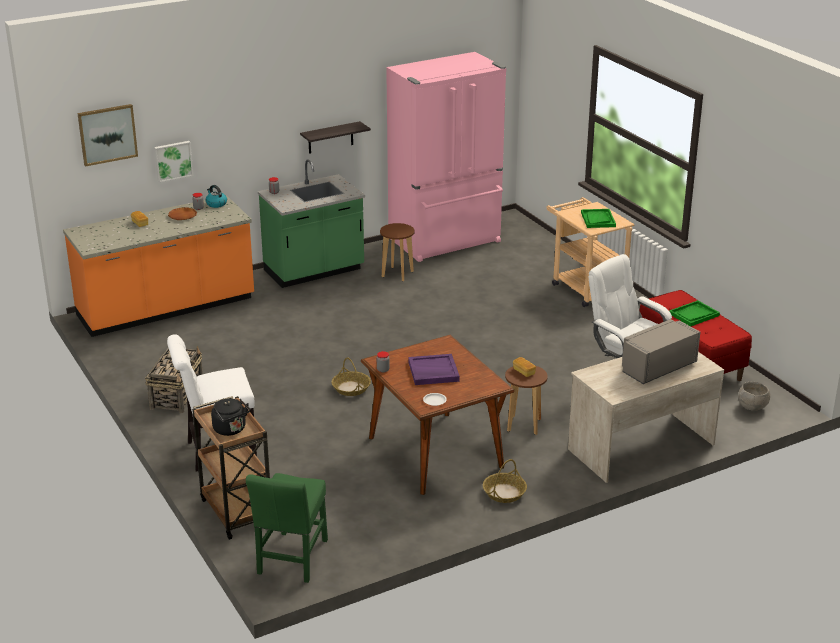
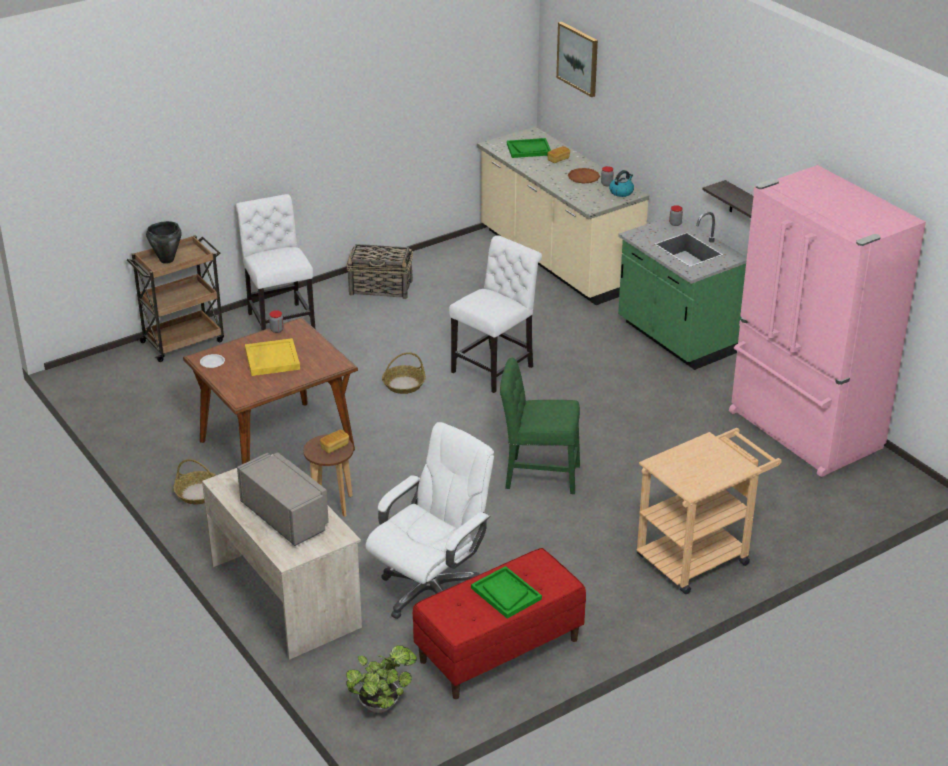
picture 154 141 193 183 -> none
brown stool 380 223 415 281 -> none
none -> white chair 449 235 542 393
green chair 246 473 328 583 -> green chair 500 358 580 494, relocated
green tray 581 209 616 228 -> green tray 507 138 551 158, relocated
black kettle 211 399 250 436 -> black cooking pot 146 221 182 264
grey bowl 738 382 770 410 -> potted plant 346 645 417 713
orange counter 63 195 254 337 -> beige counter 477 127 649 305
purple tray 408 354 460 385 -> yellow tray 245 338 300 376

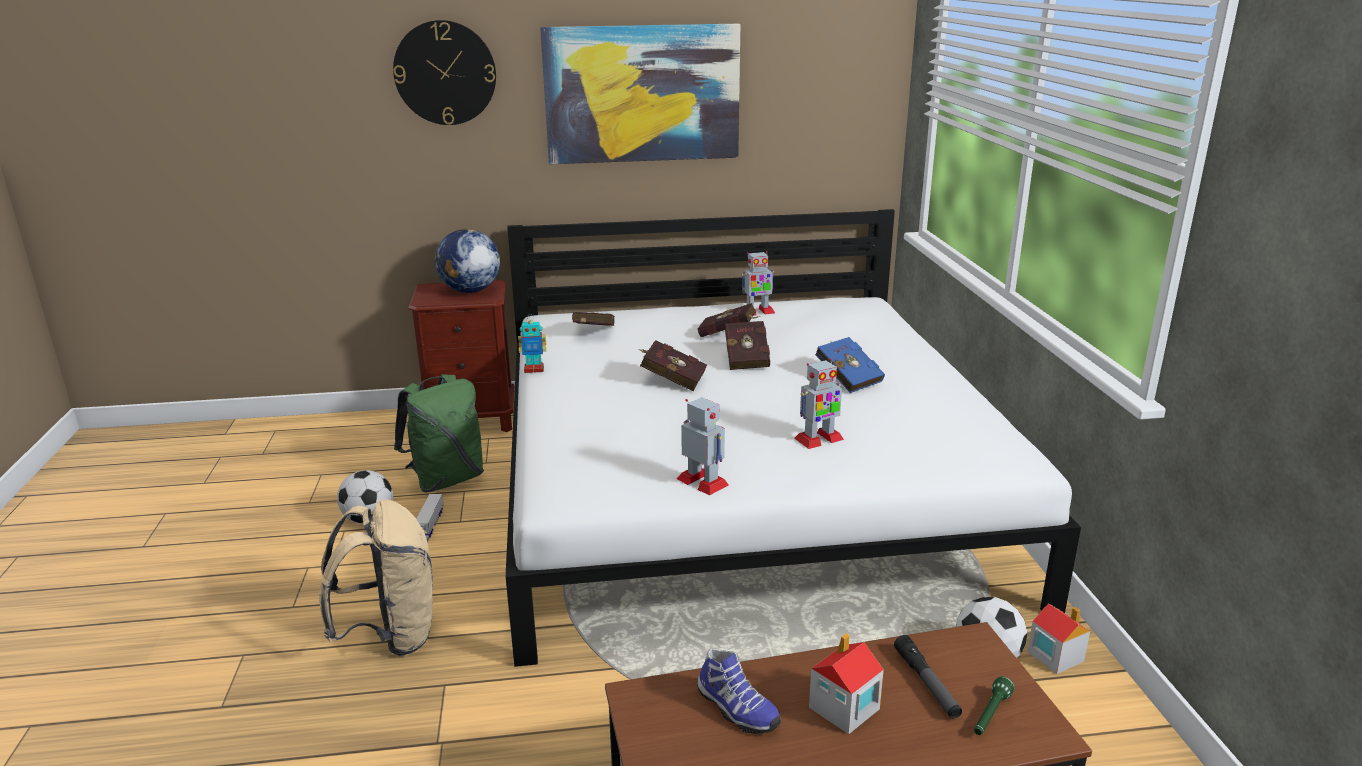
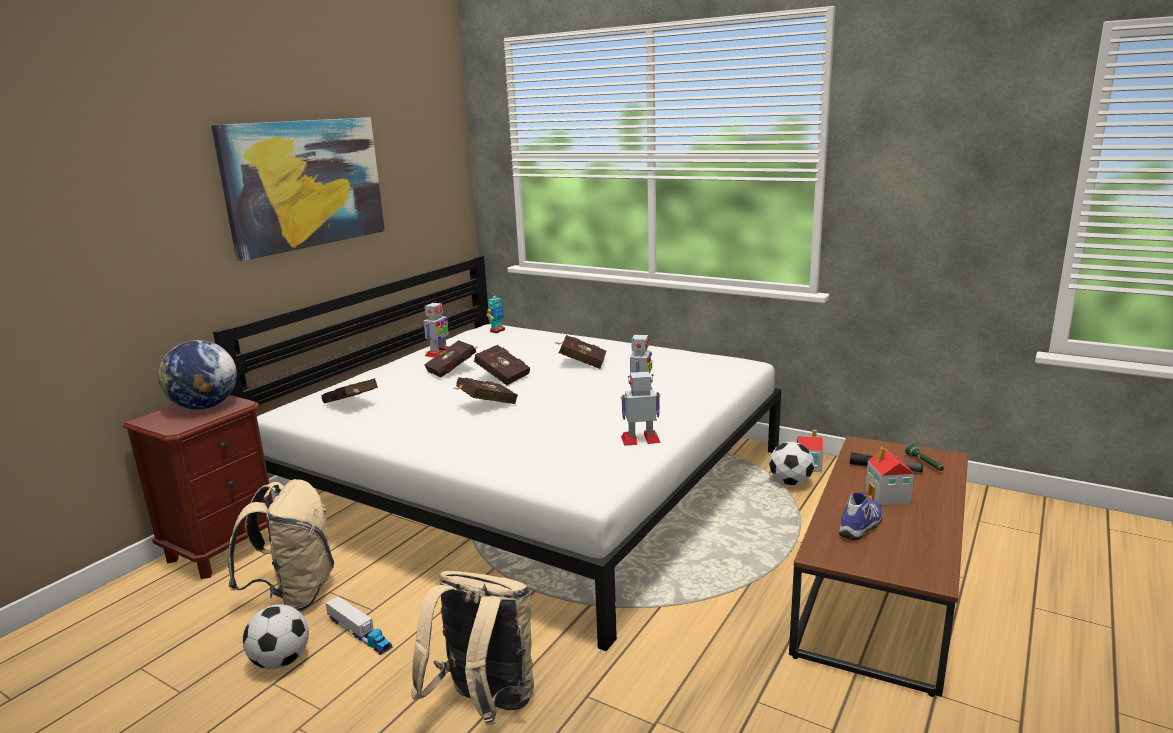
wall clock 393 20 496 125 -> none
toy robot 518 314 546 373 -> toy robot 487 292 505 333, relocated
green backpack 394 374 484 492 -> beige backpack 228 479 334 611
blue book 815 337 885 393 -> red book 555 335 606 369
shoe 697 649 781 734 -> shoe 839 492 882 540, 45 degrees counterclockwise

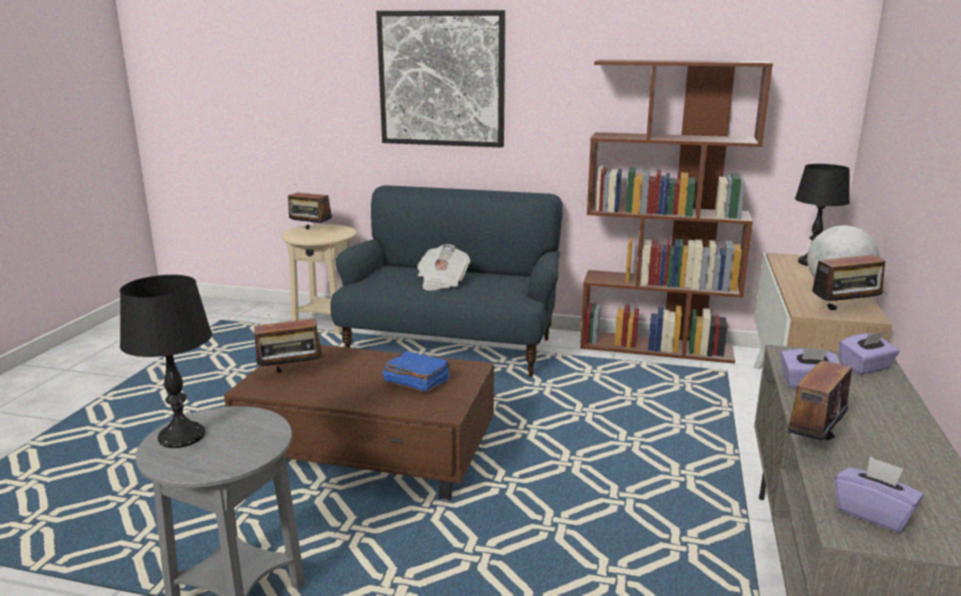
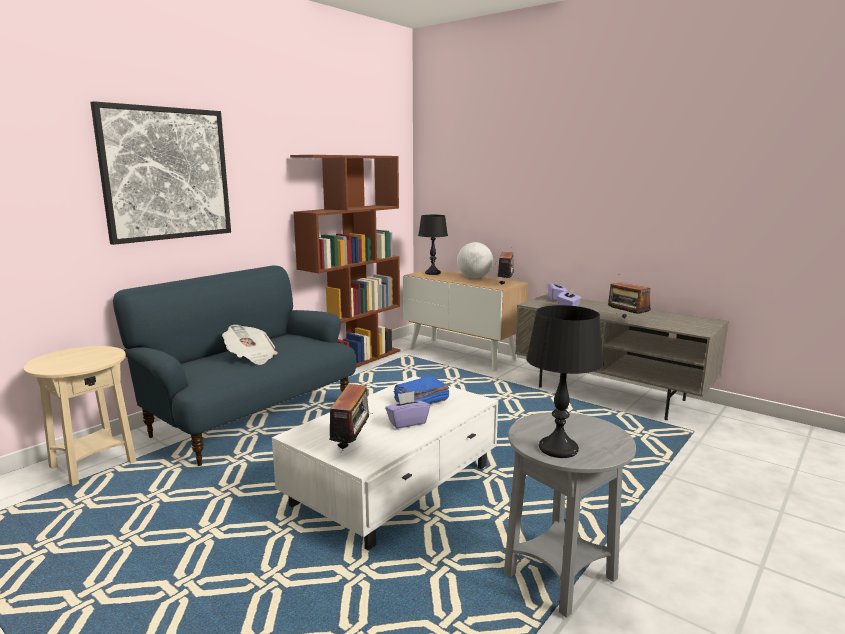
radio 288 184 332 229 -> none
purple tissue box 835 456 924 533 -> purple tissue box 385 391 430 429, relocated
brown coffee table 224 345 494 500 -> white coffee table 272 376 498 551

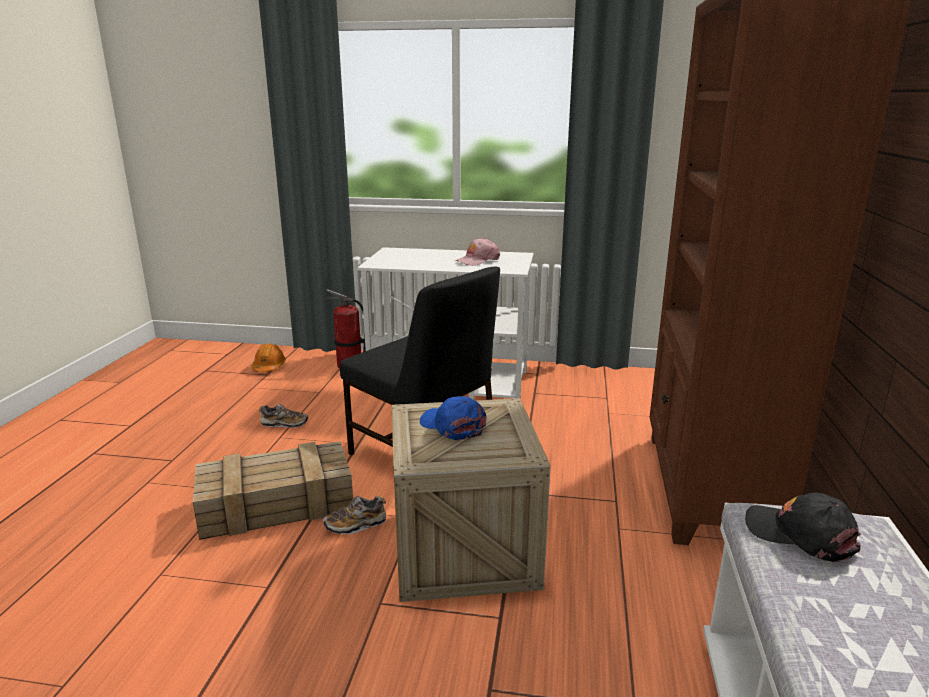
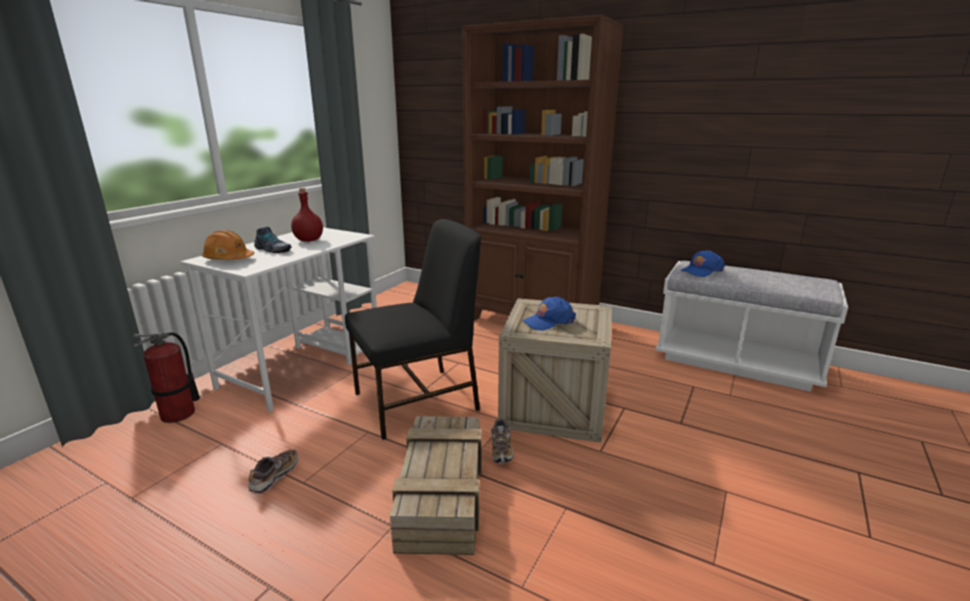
none -> shoe 254 227 291 253
orange hard hat 252 343 286 372 -> orange hard hat 202 230 254 260, relocated
pink cap 455 238 500 266 -> red bottle 291 188 323 242
black cap 745 492 861 562 -> blue cap 680 250 725 277

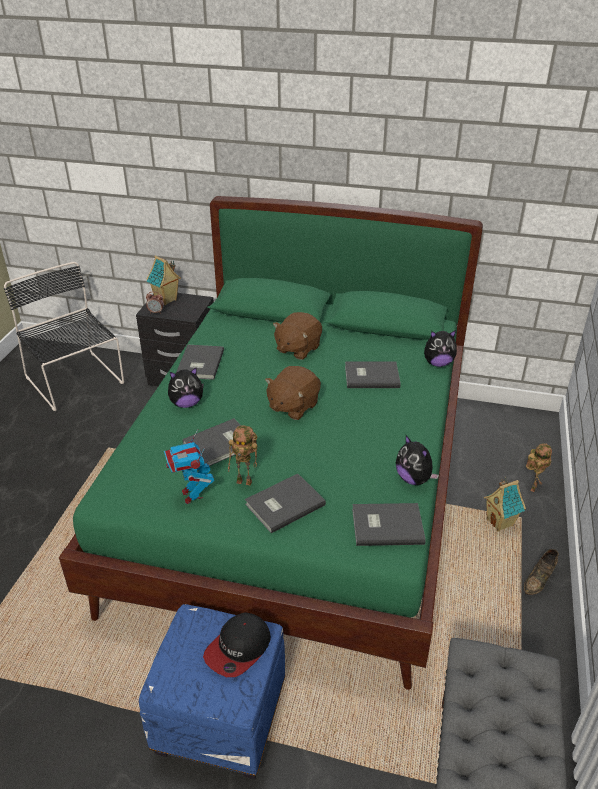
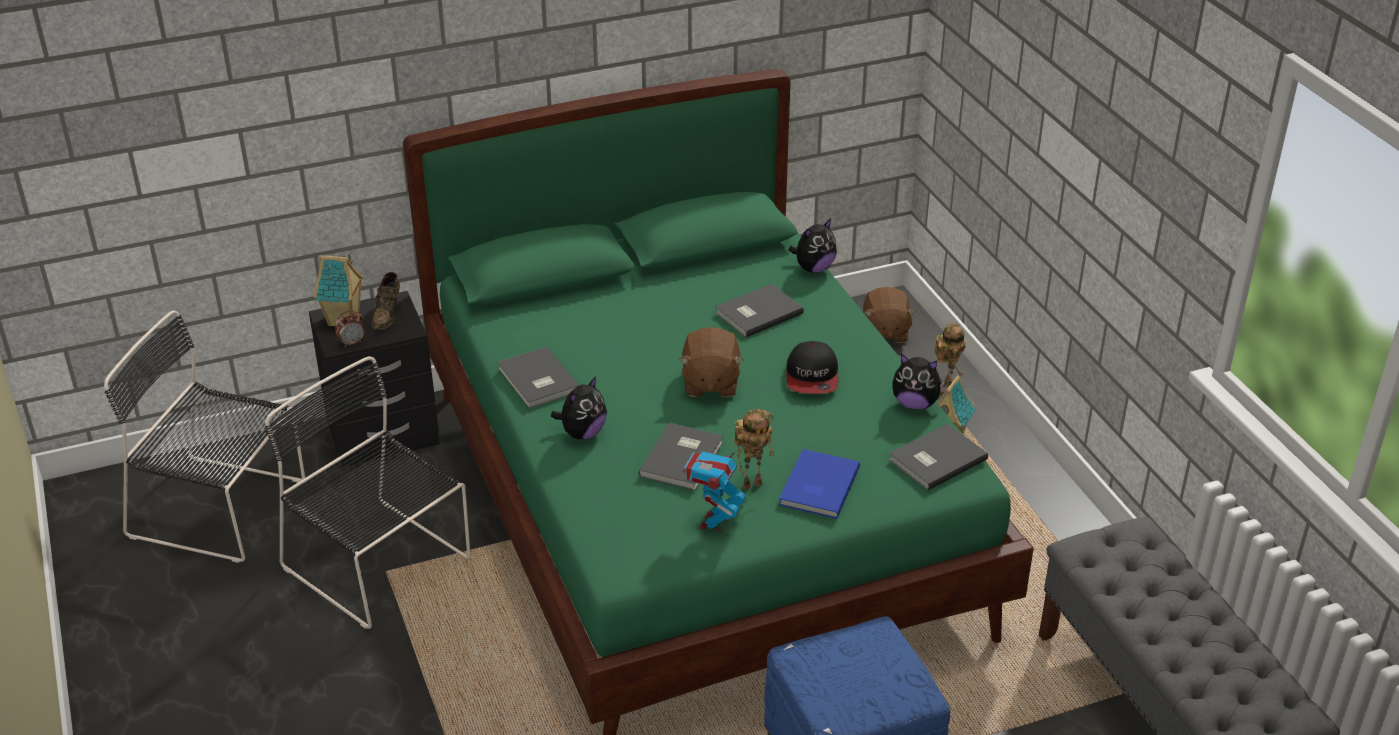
none -> black chair 265 356 471 629
cap 203 612 271 677 -> cap 787 341 838 394, relocated
brown plush toy 273 312 322 360 -> brown plush toy 863 287 916 343, relocated
brown shoe 524 549 559 595 -> brown shoe 372 272 400 331, relocated
grey book 245 474 326 533 -> blue book 779 449 860 519
toy robot 164 430 214 504 -> toy robot 683 445 746 532, 75 degrees clockwise

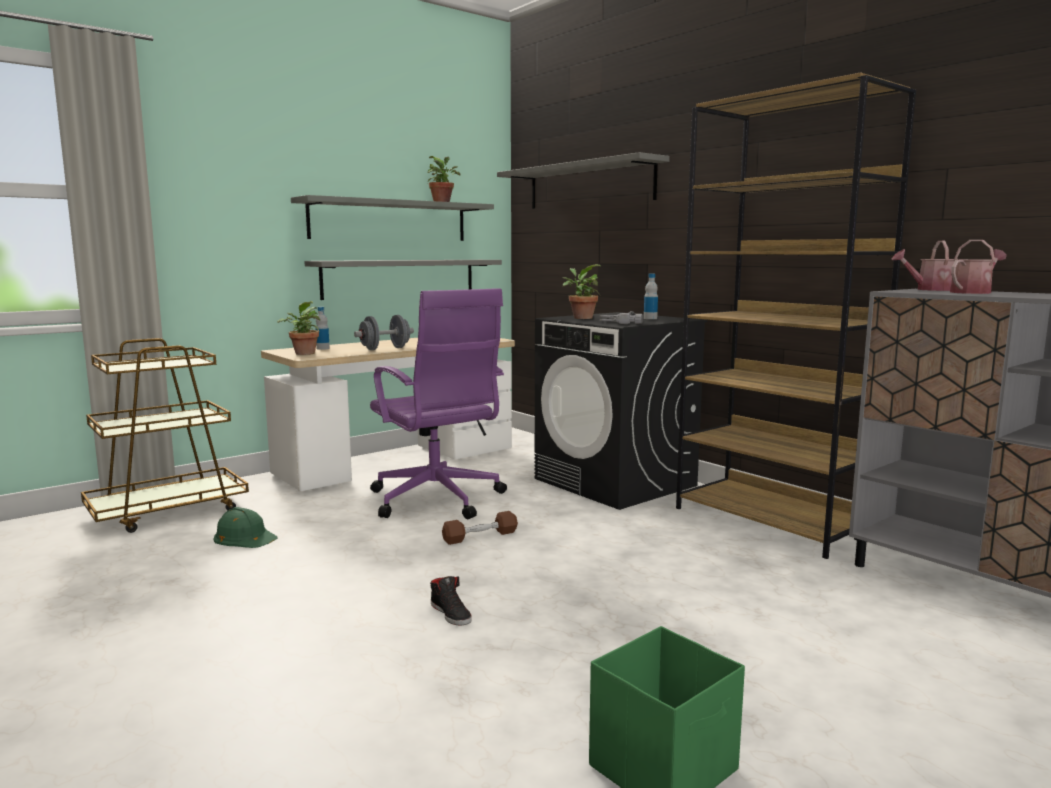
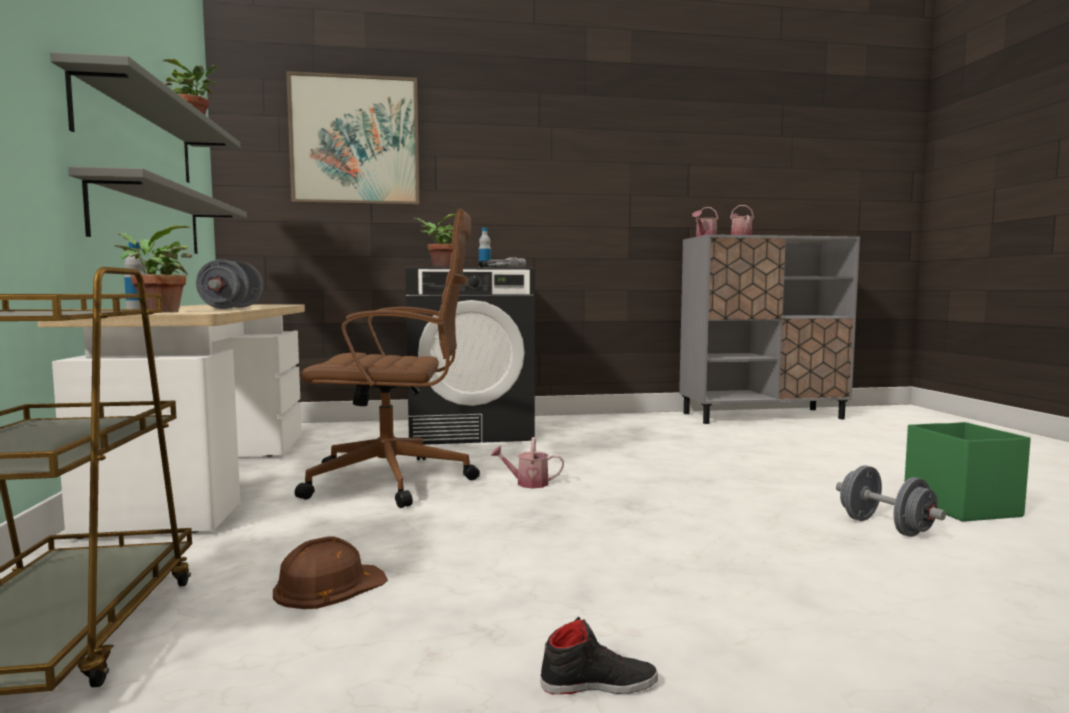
brown bookcase 676 72 916 559 -> none
none -> grey dumbbell 836 465 946 537
black shoe 430 576 472 625 -> black shoe 540 617 658 694, relocated
brown dumbbell 442 511 518 545 -> watering can 490 437 564 489
grey shelf 497 152 670 209 -> picture 286 71 419 205
green hard hat 214 507 277 548 -> brown hard hat 273 536 388 609
purple office chair 370 288 507 519 -> brown office chair 295 209 480 508

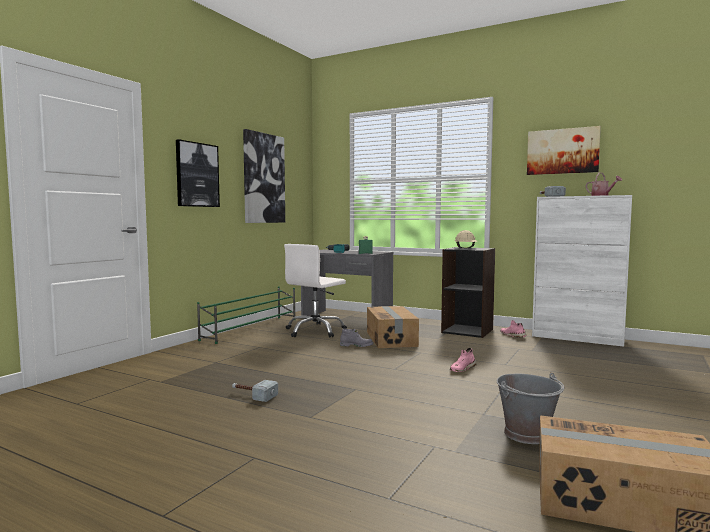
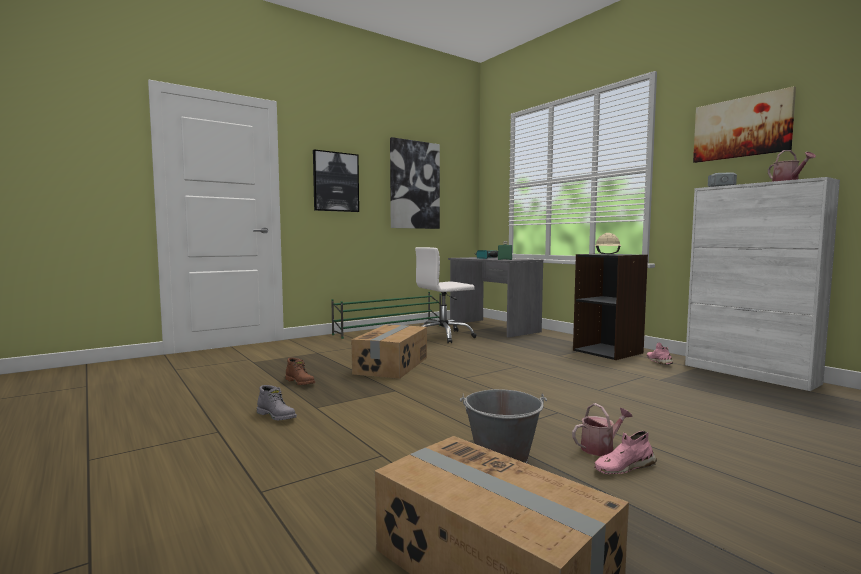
none -> watering can 572 403 633 456
grey boot 340 329 373 347 -> grey boot 257 385 297 420, relocated
cardboard box 367 306 419 348 -> cardboard box 351 325 427 379, relocated
pink shoe 450 348 476 372 -> pink shoe 594 431 657 474, relocated
hammer 232 380 278 402 -> brown boot 285 358 315 385

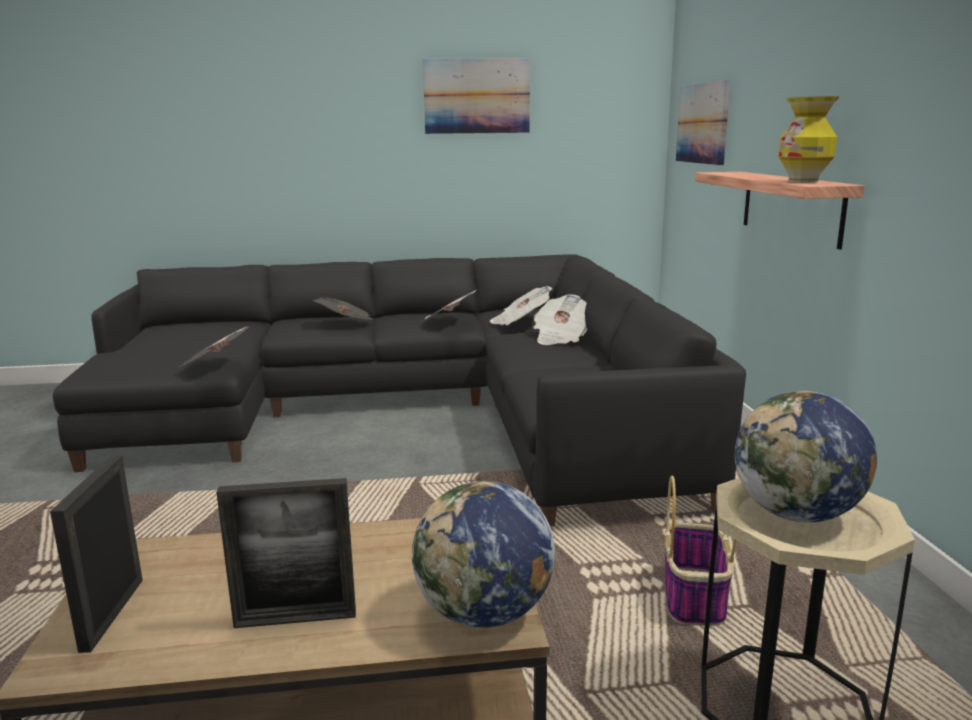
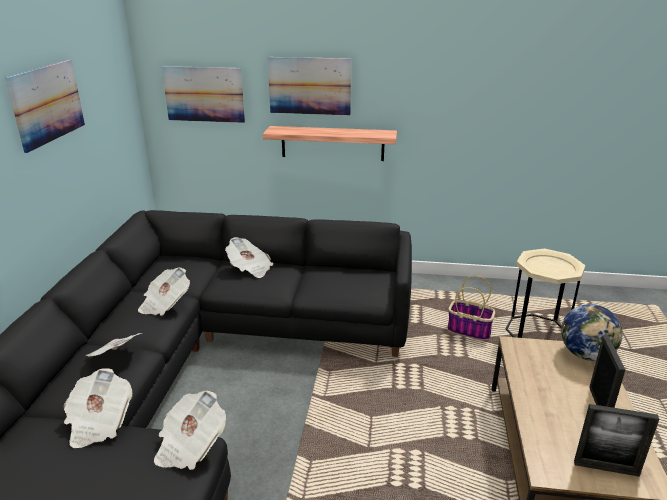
globe 735 391 877 522 -> none
vase 778 96 839 183 -> none
none -> picture 268 57 351 115
newspaper 490 286 552 326 -> newspaper 64 368 133 448, relocated

